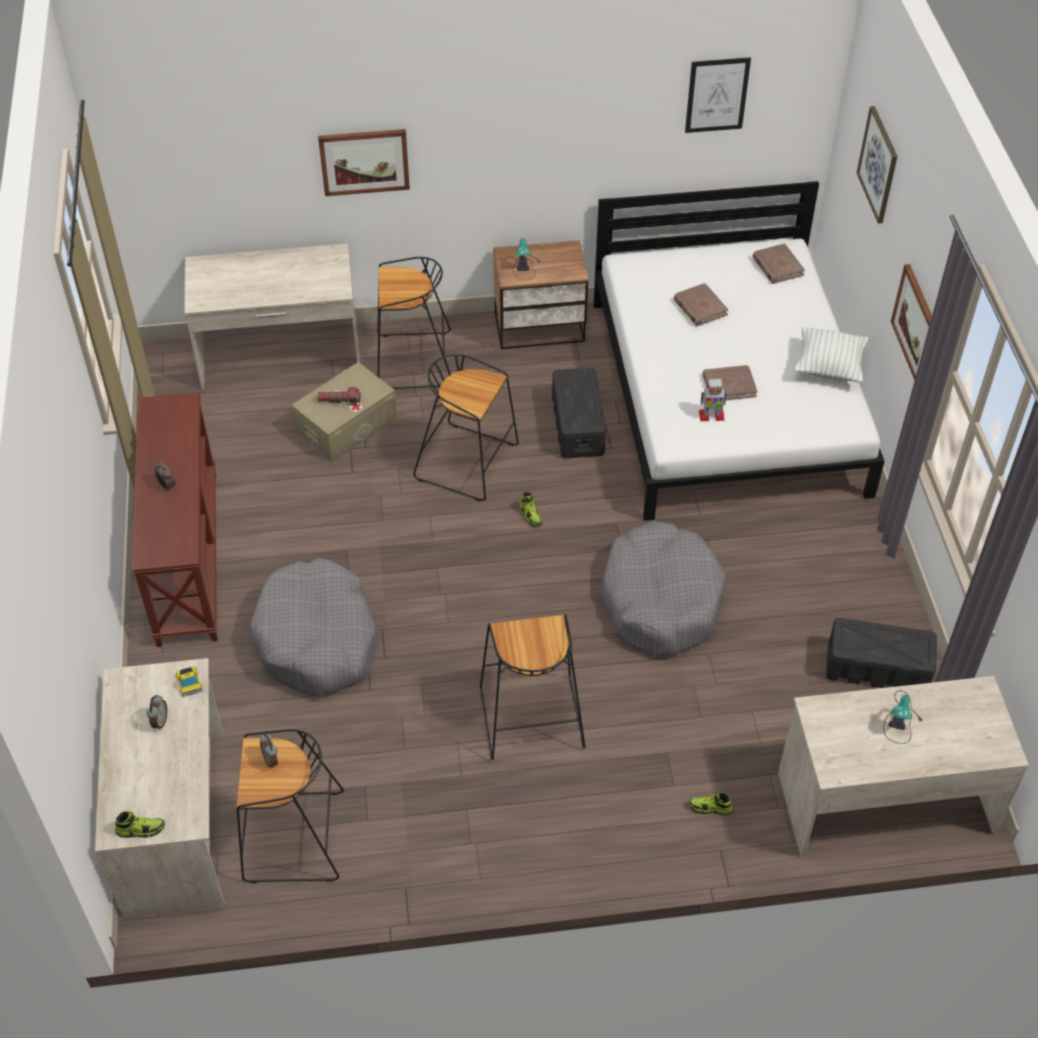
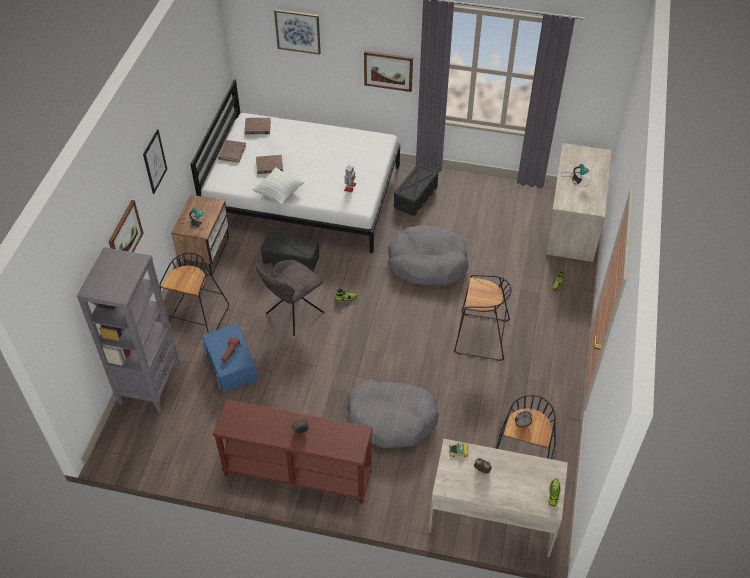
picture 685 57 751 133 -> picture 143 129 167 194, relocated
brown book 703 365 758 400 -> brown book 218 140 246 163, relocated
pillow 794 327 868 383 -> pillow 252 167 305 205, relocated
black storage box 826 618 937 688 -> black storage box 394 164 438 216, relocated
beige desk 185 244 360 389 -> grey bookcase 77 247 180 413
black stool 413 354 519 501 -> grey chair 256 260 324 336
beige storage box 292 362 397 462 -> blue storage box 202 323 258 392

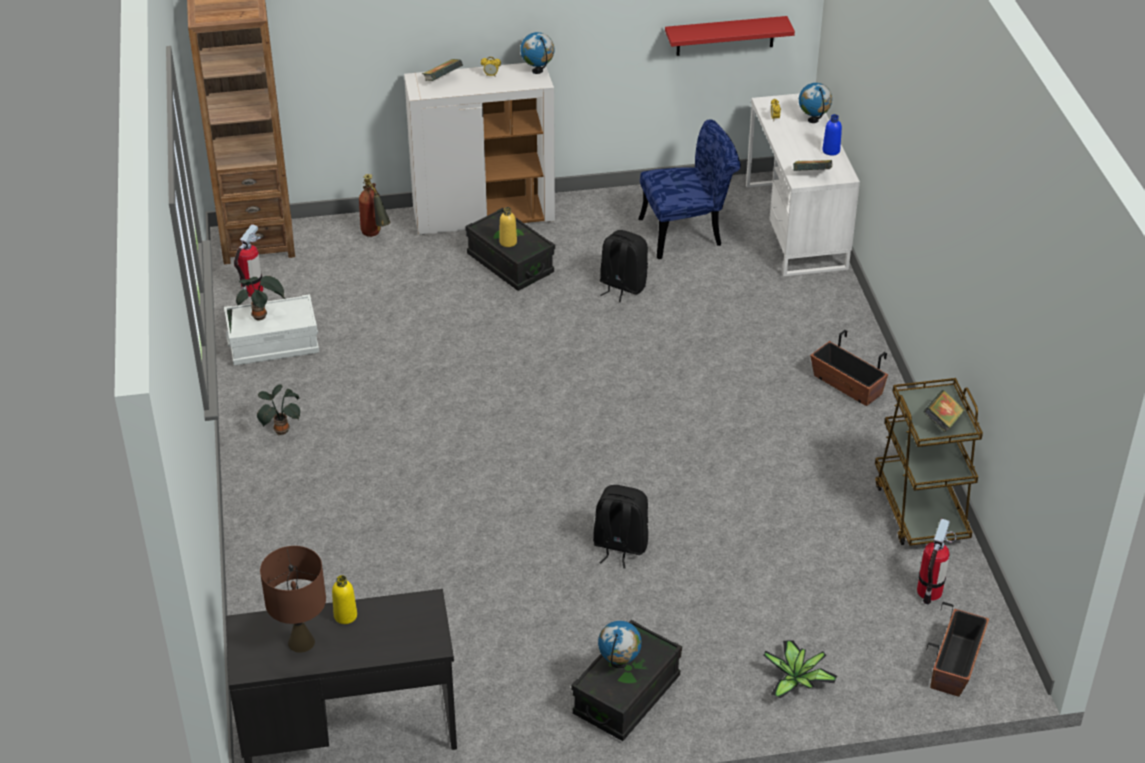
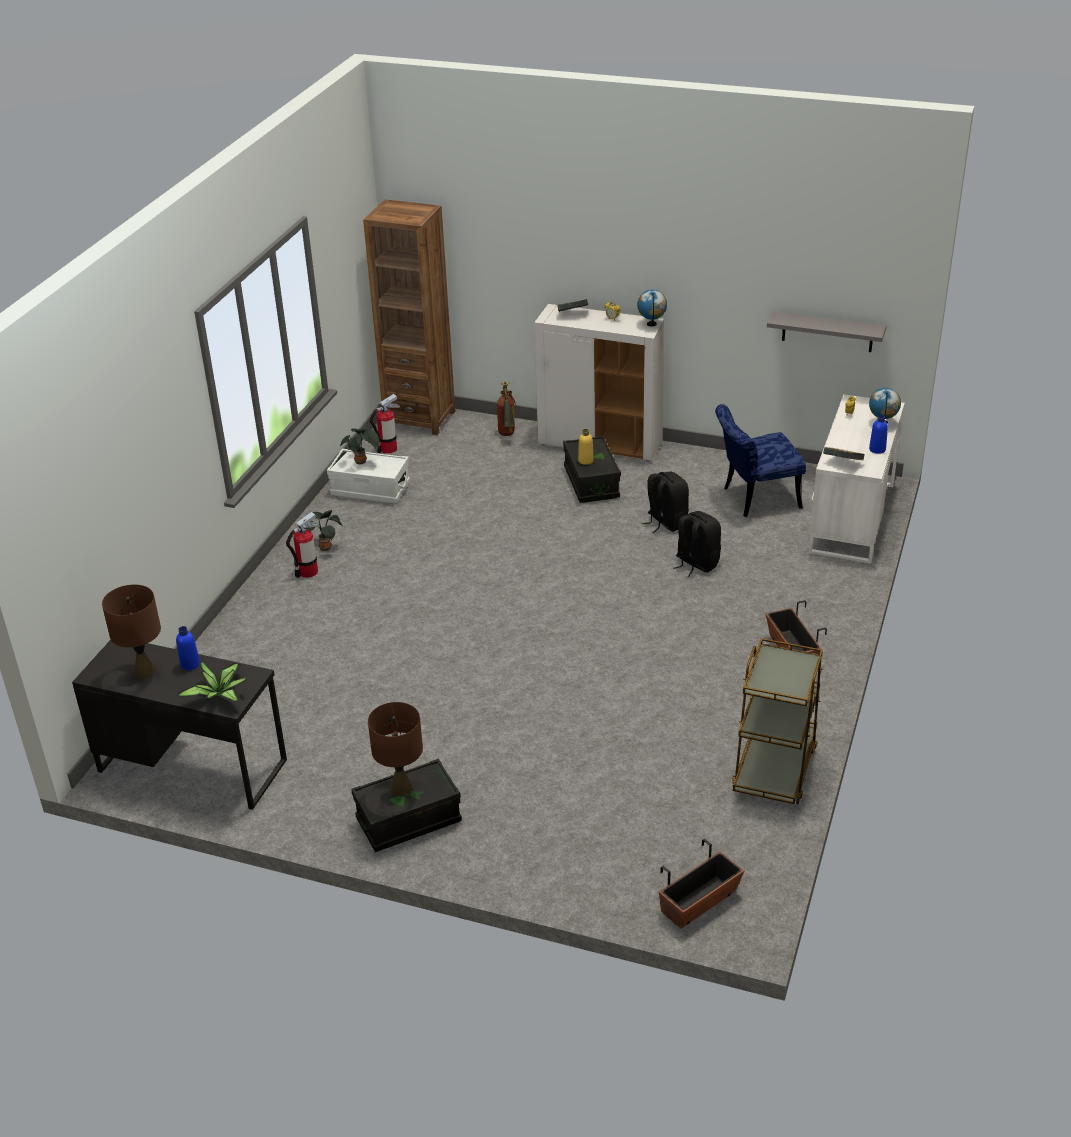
book 923 390 965 432 -> none
black backpack 593 485 648 569 -> black backpack 673 511 721 577, relocated
potted plant 763 641 837 698 -> potted plant 177 661 247 703, relocated
fire extinguisher 917 519 957 604 -> fire extinguisher 286 512 319 578, relocated
globe 598 621 642 669 -> brown table lamp 368 702 423 796
yellow bottle 332 575 357 624 -> blue bottle 176 626 200 670
red shelf 665 16 795 56 -> grey shelf 767 311 886 352
blue chair 638 119 741 259 -> blue chair 715 404 806 517, 150 degrees clockwise

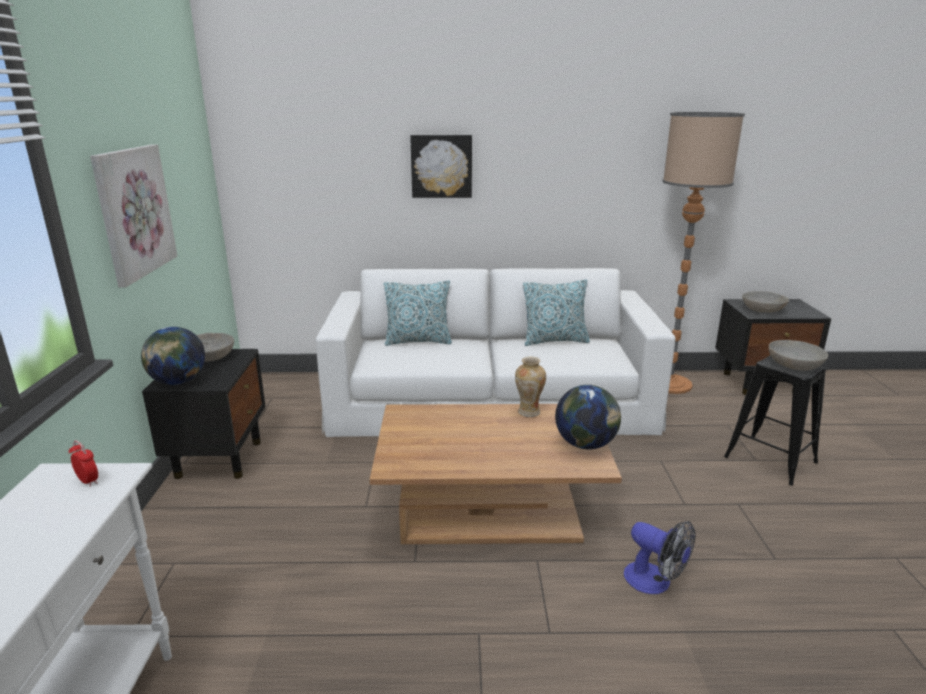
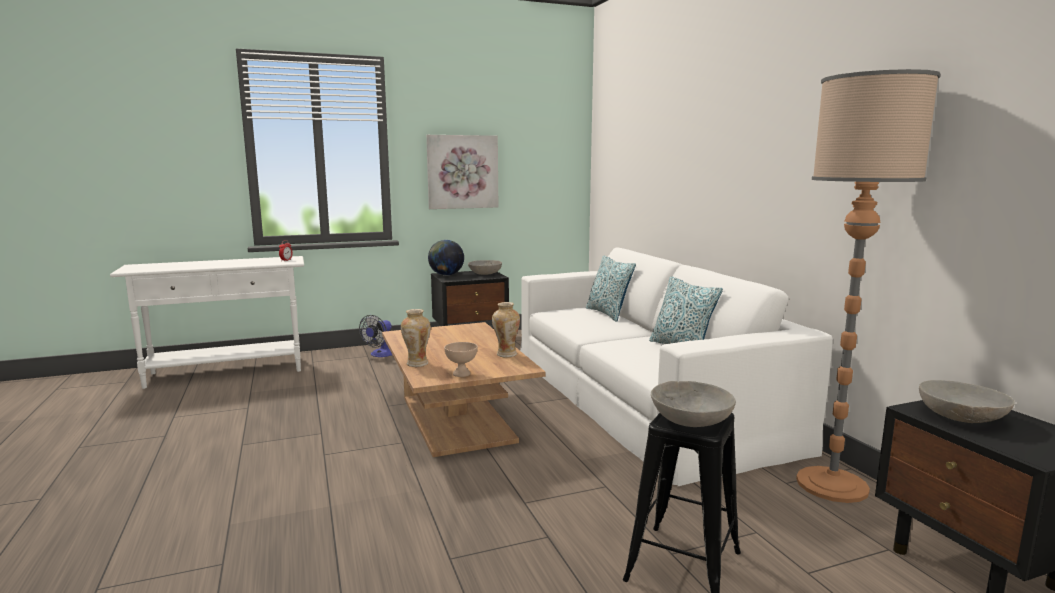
picture 410 135 472 198 -> none
none -> vase 401 309 431 367
fan 624 521 695 594 -> fan 359 315 392 357, relocated
globe 555 385 621 449 -> beige bowl 444 342 478 377

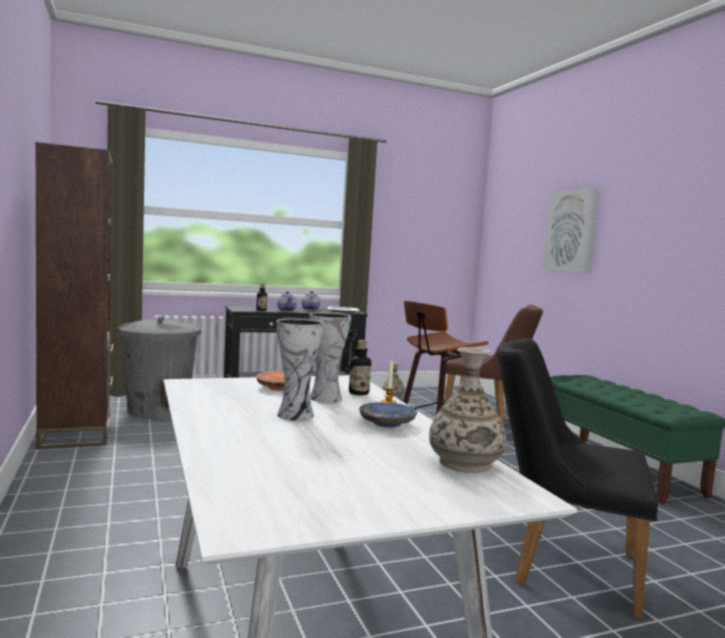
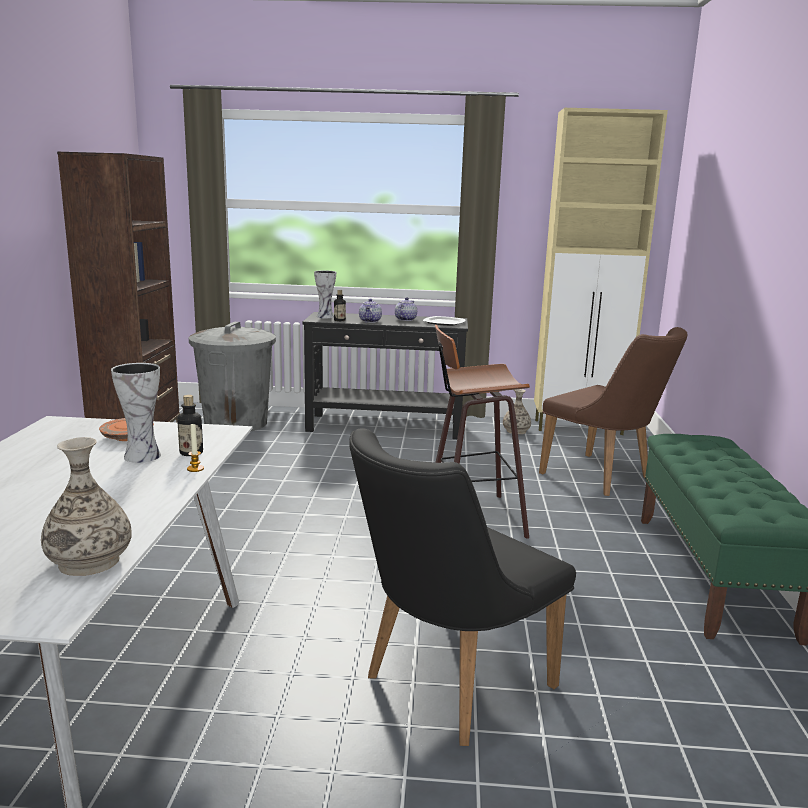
blue plate 359 402 417 427 -> none
picture 542 188 599 273 -> none
none -> beige cabinet 534 108 668 435
vase 277 318 324 421 -> vase 314 270 336 318, relocated
black chair 497 338 658 619 -> black chair 349 429 576 746, 90 degrees counterclockwise

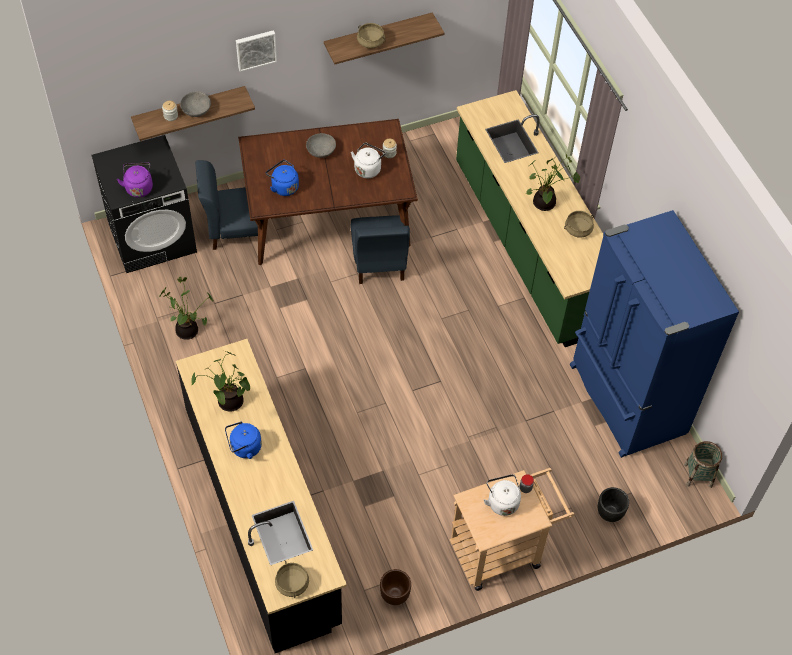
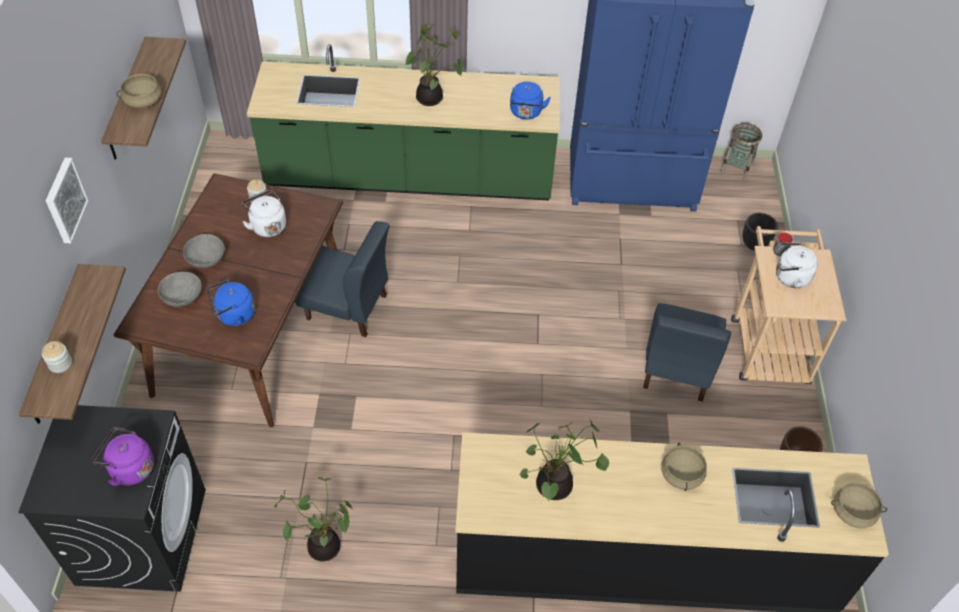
grey bowl 180 91 211 117 -> grey bowl 158 272 202 307, relocated
blue chair 195 160 258 250 -> blue chair 643 303 731 402, relocated
blue kettle 225 421 262 459 -> blue kettle 510 82 551 119, relocated
beige cooking pot 564 211 594 238 -> beige cooking pot 661 442 707 491, relocated

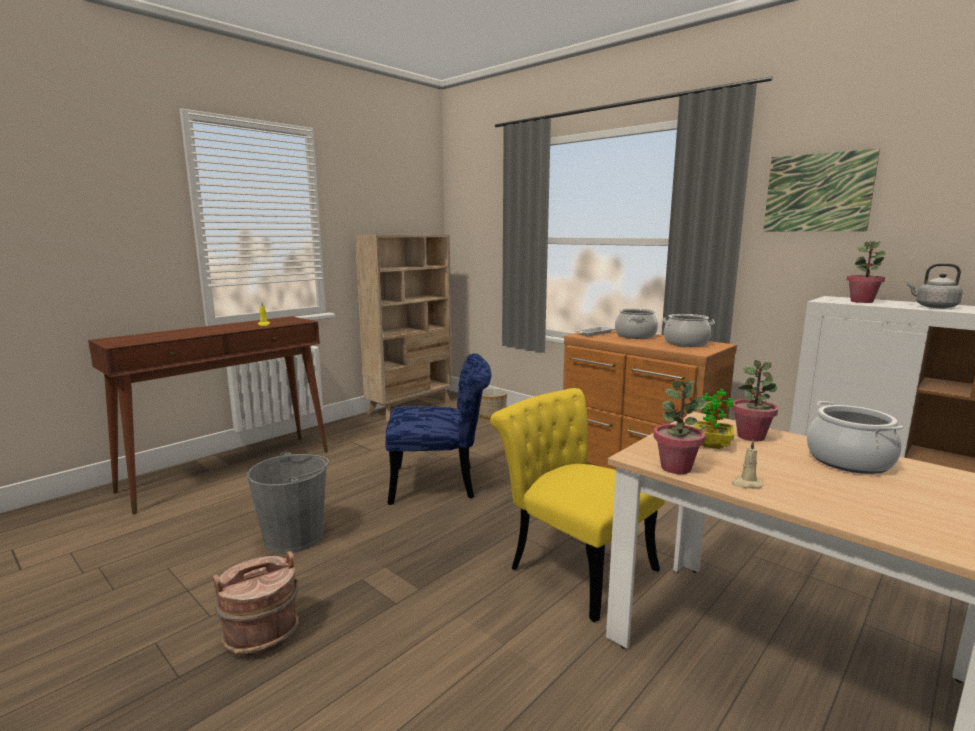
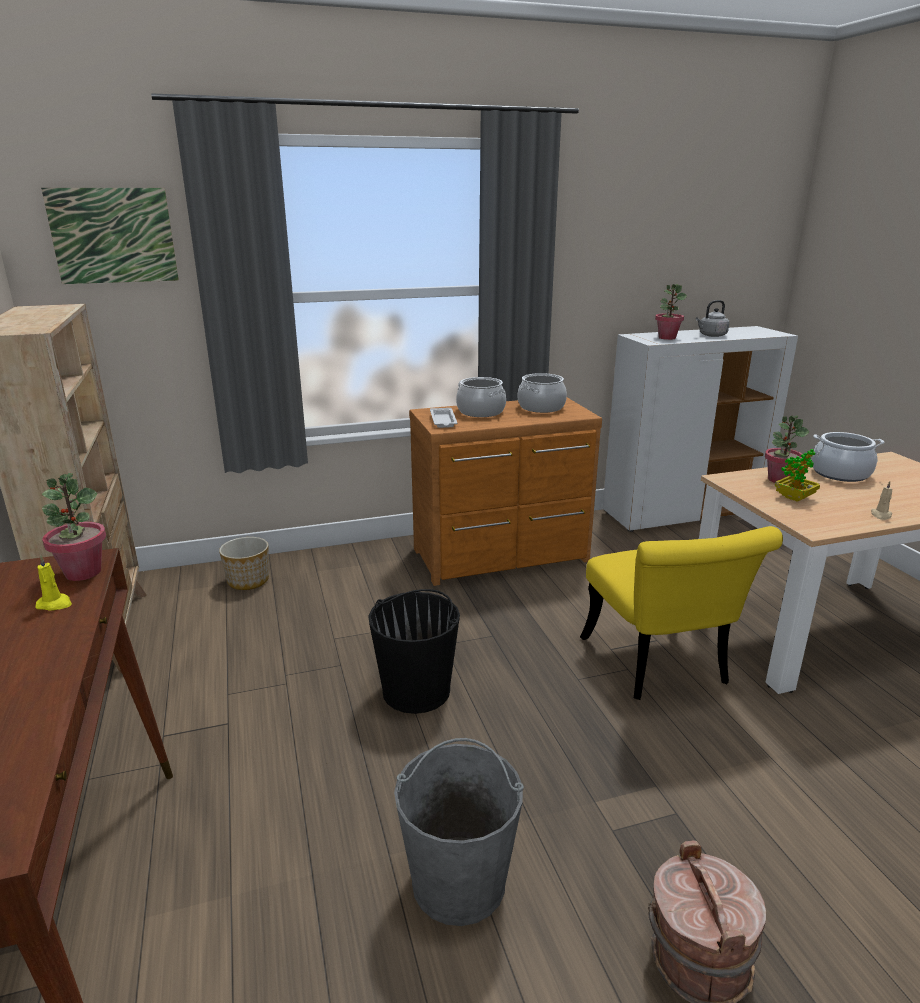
potted plant 653 381 708 474 -> potted plant 42 473 106 581, relocated
picture 763 148 880 232 -> picture 41 188 179 284, relocated
blue chair 386 354 491 505 -> black bucket 368 589 460 714
yellow chair 490 388 665 622 -> yellow chair 580 526 783 700, 90 degrees counterclockwise

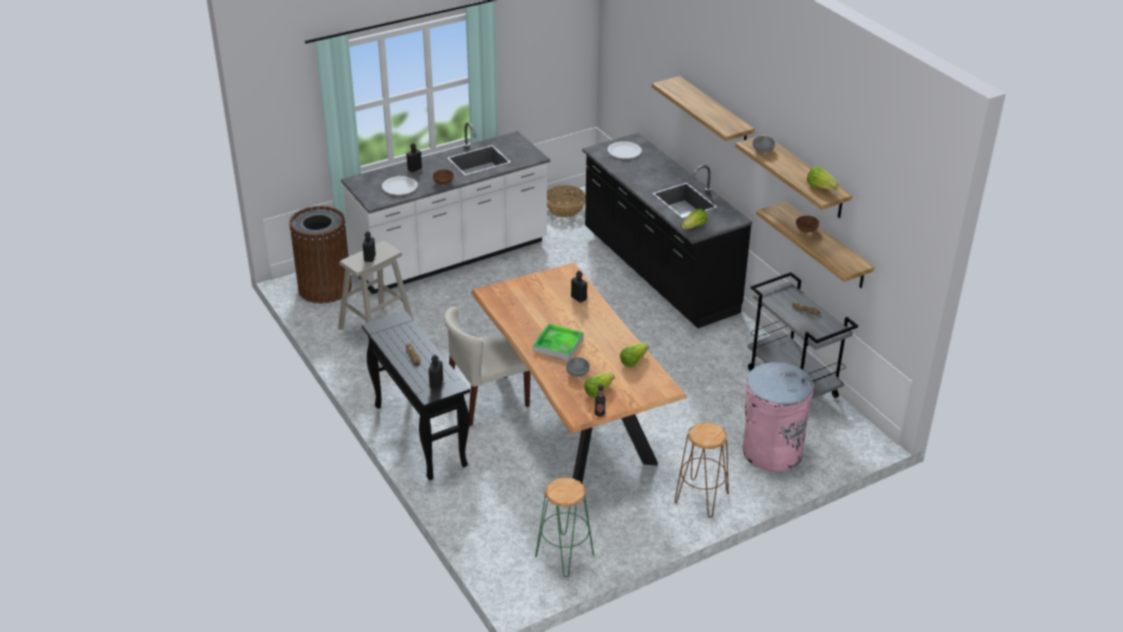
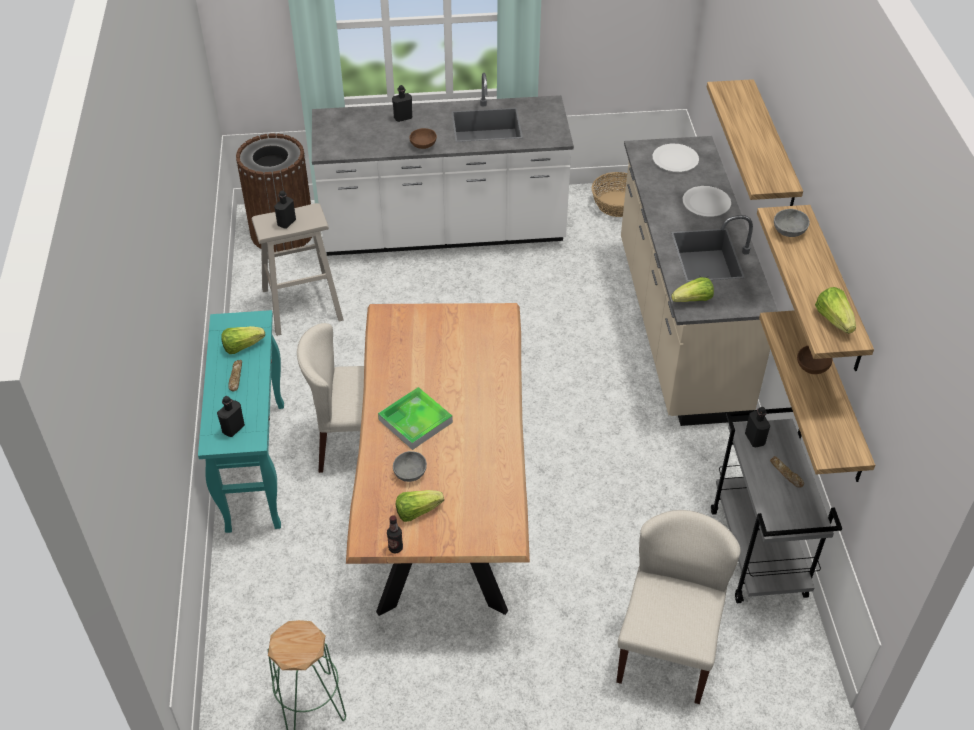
brown stool 674 422 729 518 -> none
white plate 382 176 418 195 -> white plate 683 186 731 217, relocated
black bottle 571 271 587 303 -> black bottle 745 407 770 447, relocated
lettuce 620 342 648 368 -> lettuce 221 326 265 354, relocated
pink trash can 742 362 814 471 -> beige chair 616 510 741 704
black console table 362 311 470 480 -> turquoise console table 198 310 284 533
black counter 582 133 752 328 -> beige counter 621 136 778 426

